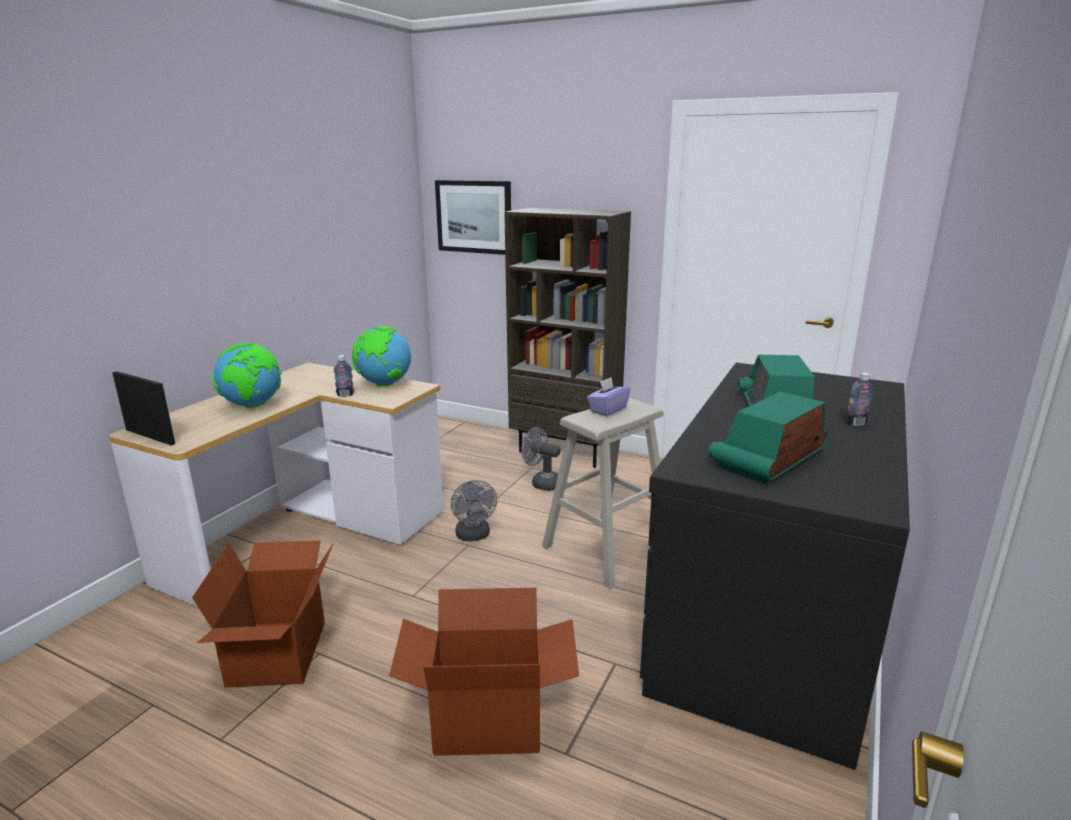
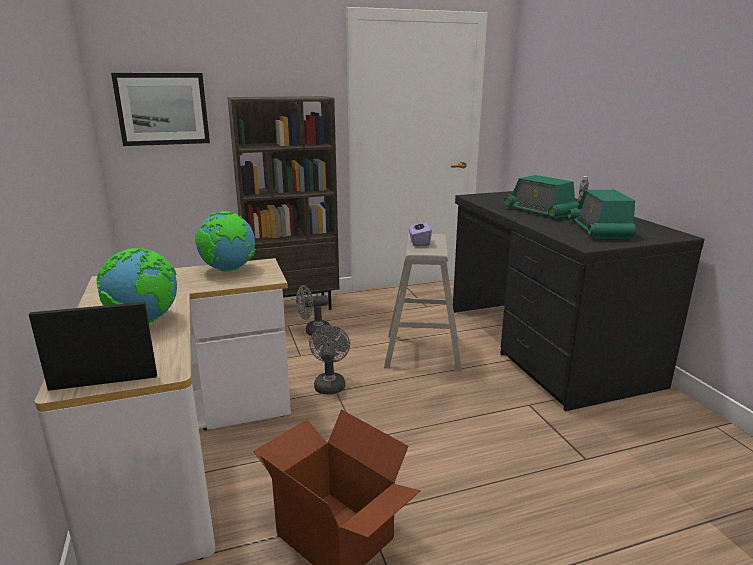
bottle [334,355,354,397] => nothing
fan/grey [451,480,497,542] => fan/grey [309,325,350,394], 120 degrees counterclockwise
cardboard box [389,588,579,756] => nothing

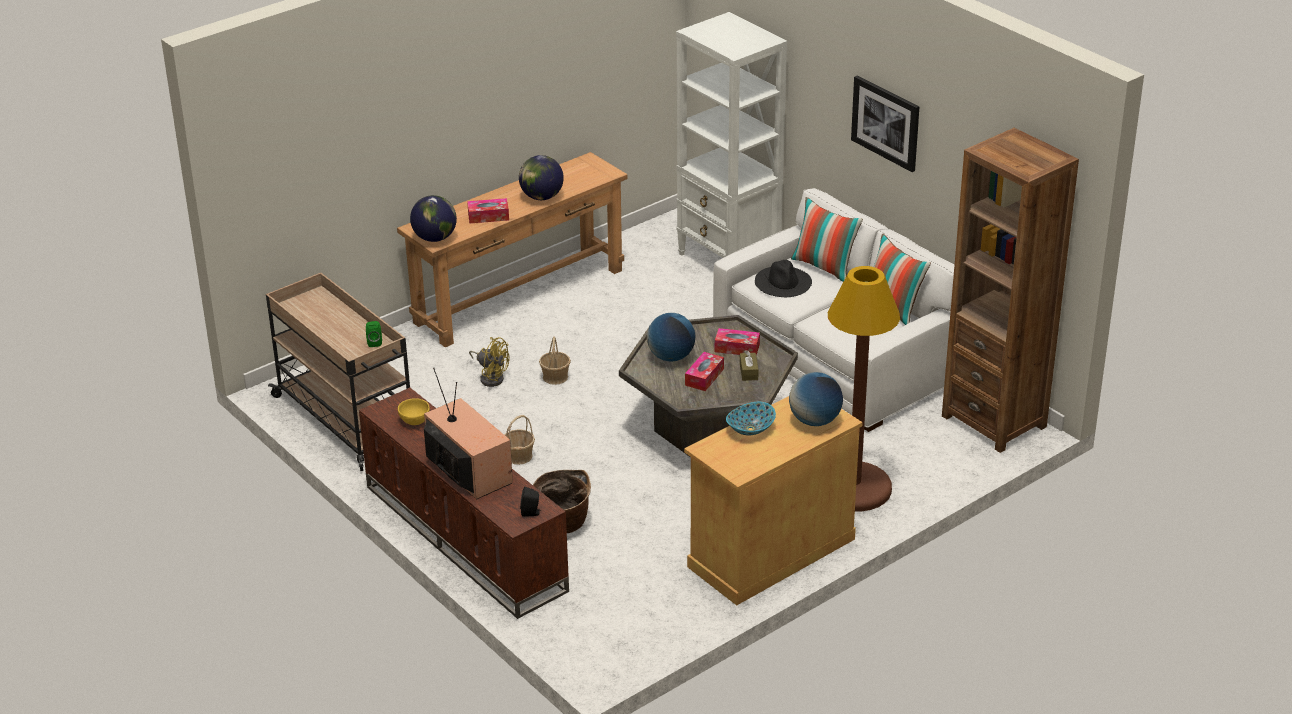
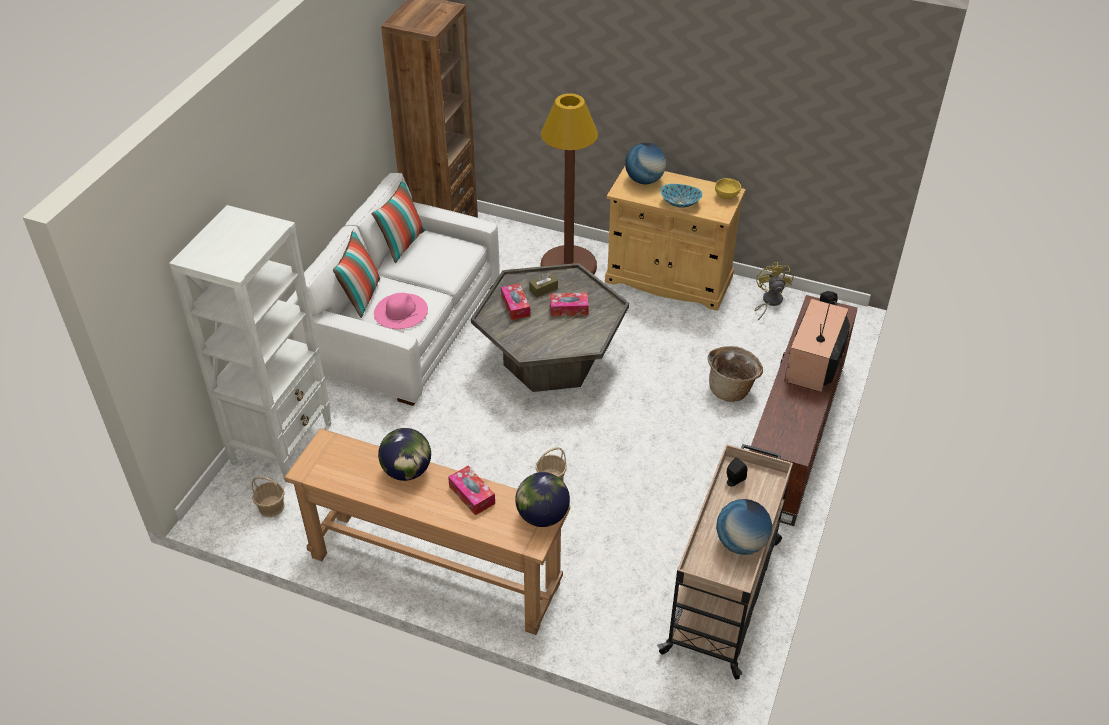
picture [851,76,919,172] => nothing
hat/black [755,260,812,297] => hat/pink [374,293,428,329]
globe [647,313,695,361] => globe [716,499,772,555], shifted
speaker/green [366,321,382,347] => speaker/black [727,457,747,487]
fan/yellow [469,337,510,387] => fan/yellow [754,262,793,320], shifted
bowl/yellow [398,398,430,425] => bowl/yellow [715,178,741,199], shifted
basket [505,415,535,465] => basket [252,476,285,517], shifted

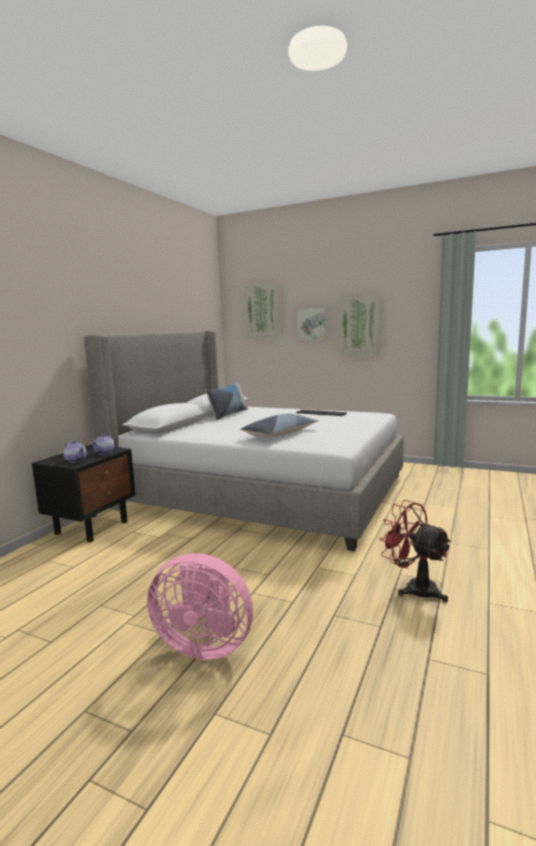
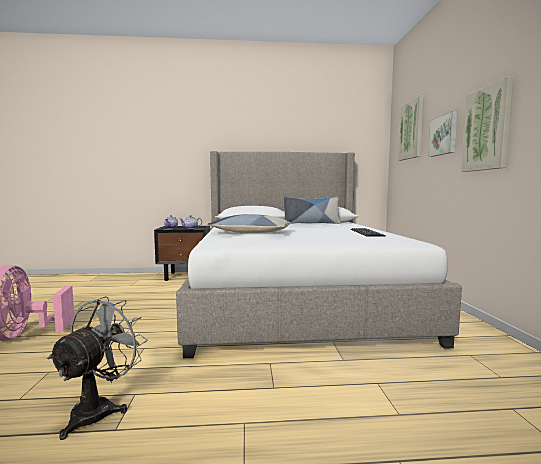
fan/red [379,500,452,602] => fan/grey [47,296,148,440]

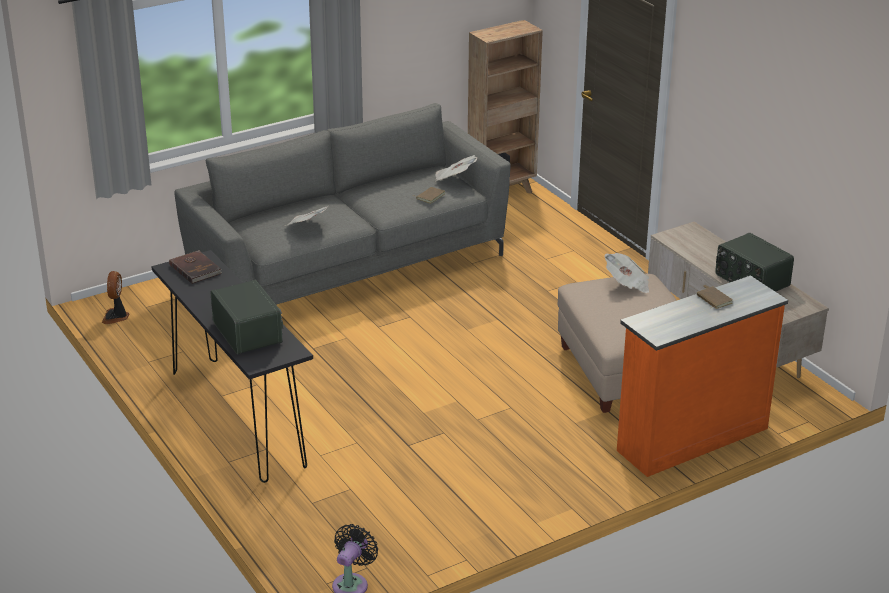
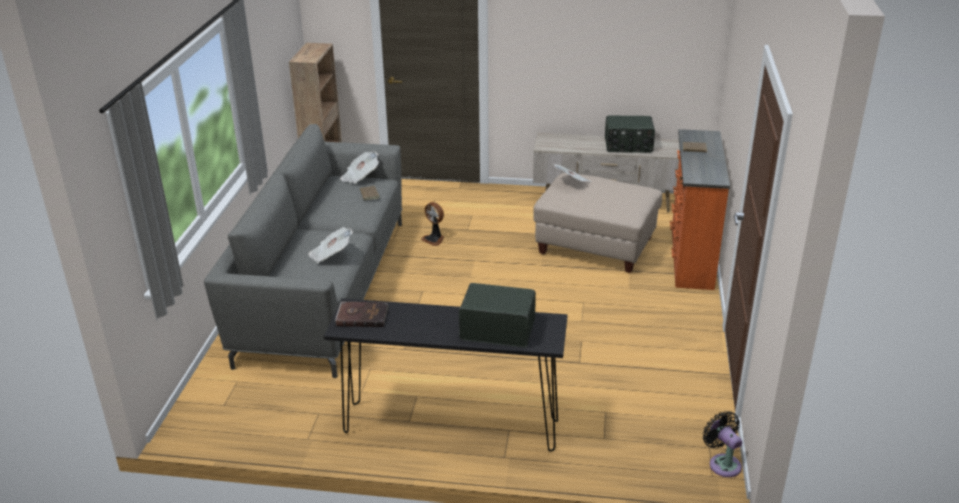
fan [102,271,129,324] => fan [421,202,444,246], shifted

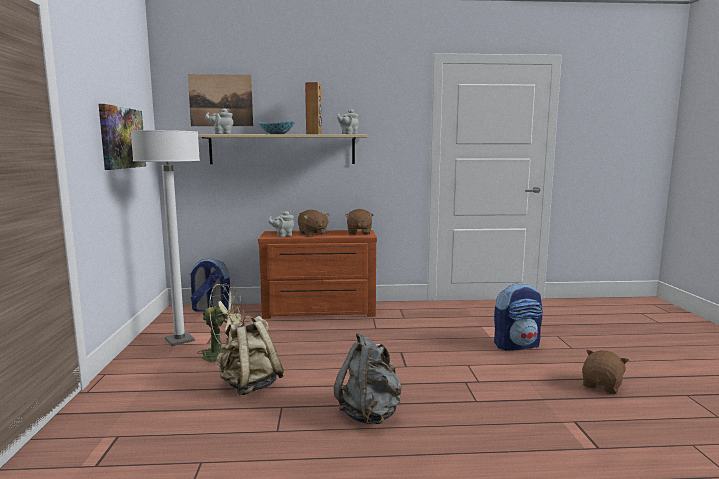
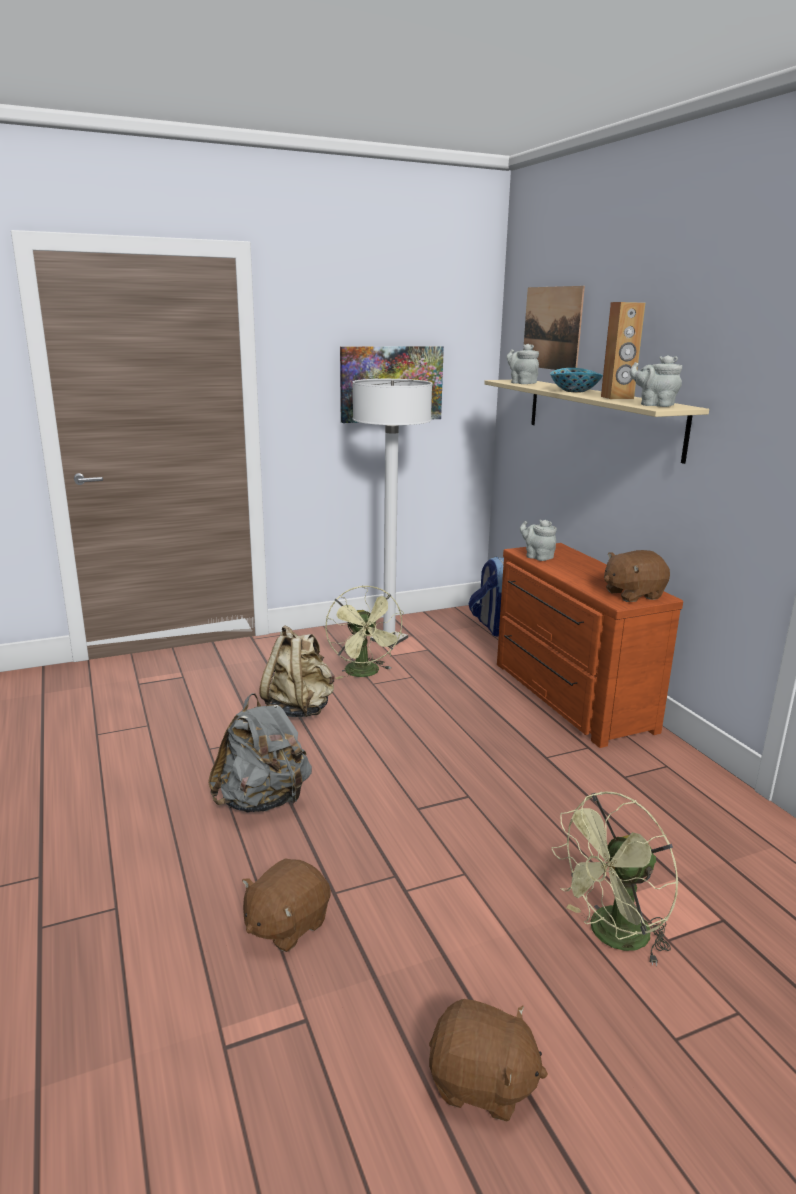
plush toy/brown [298,210,329,236] => plush toy/brown [242,858,331,952], shifted
backpack [494,283,543,351] => fan/green [552,791,679,966]

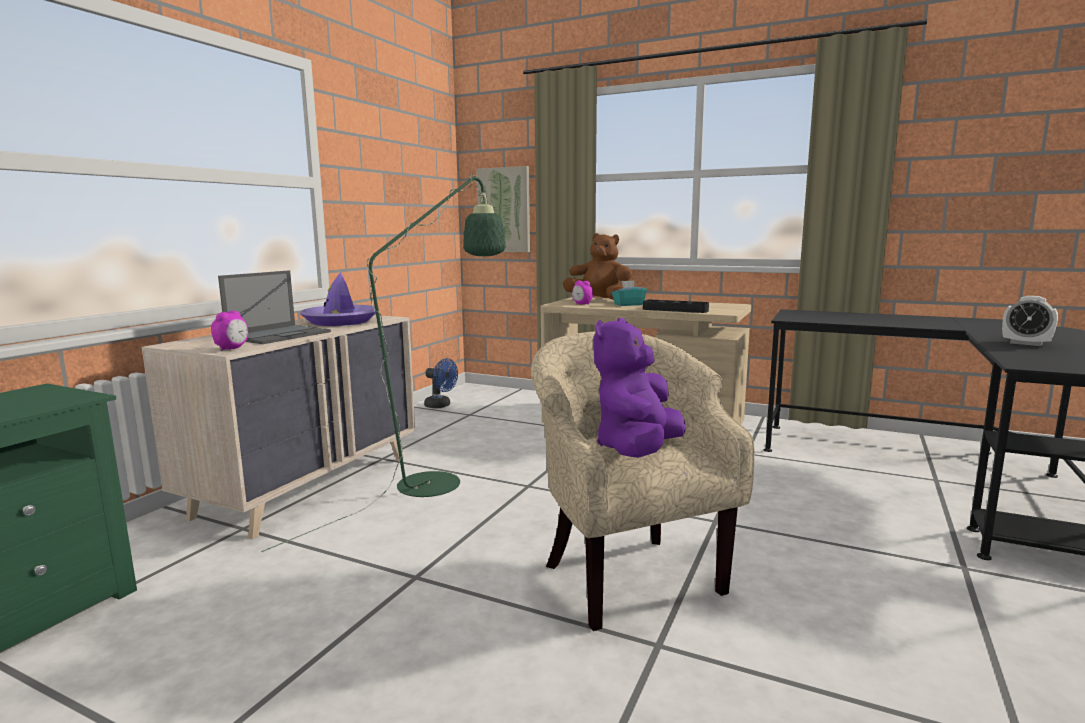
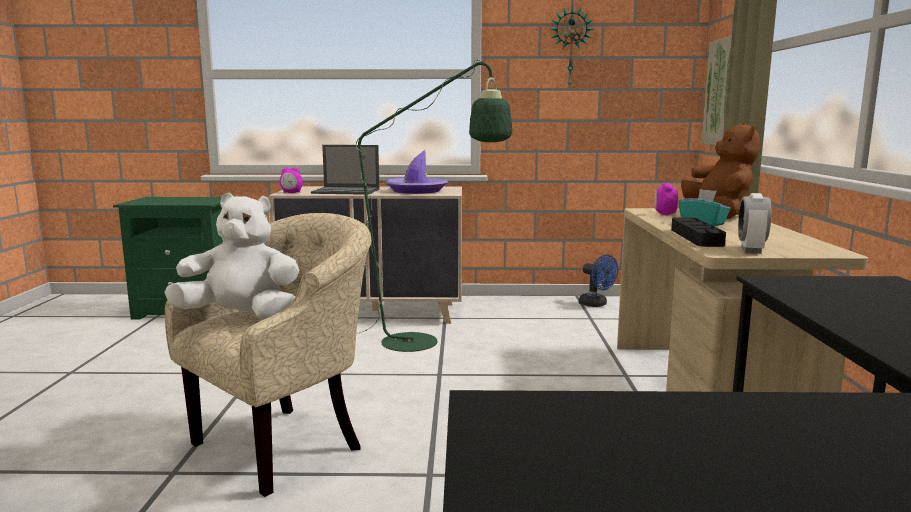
alarm clock [1002,296,1058,346] => alarm clock [738,193,772,254], shifted
plush toy/purple [593,318,686,458] => plush toy/white [164,193,299,320]
fan/blue [424,358,458,408] => fan/blue [579,255,618,307], 45 degrees counterclockwise
nothing => wall clock [551,7,593,88]

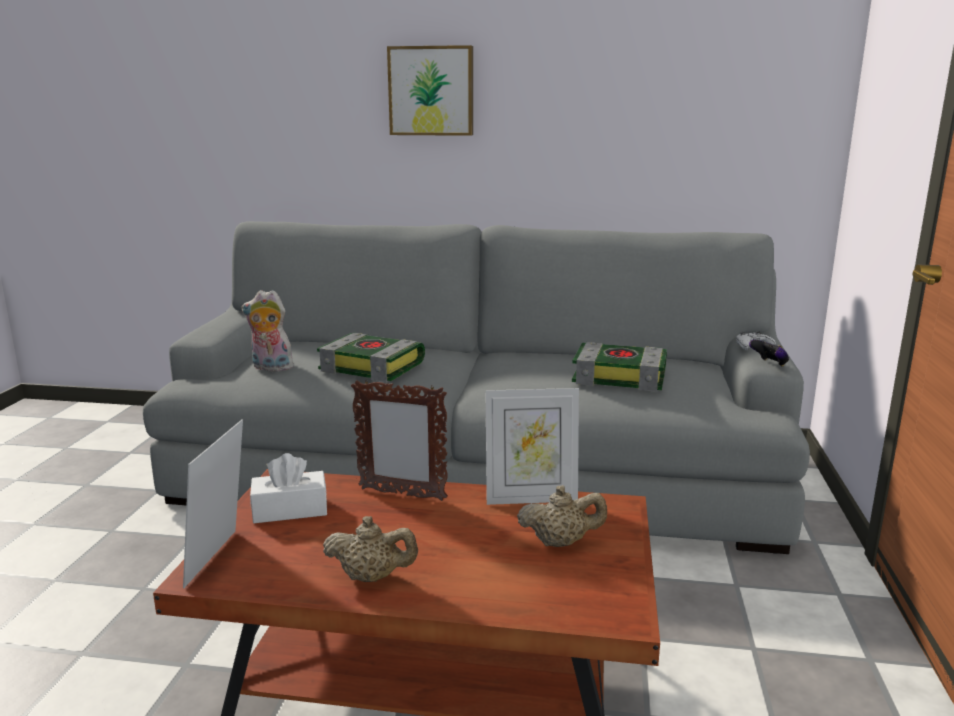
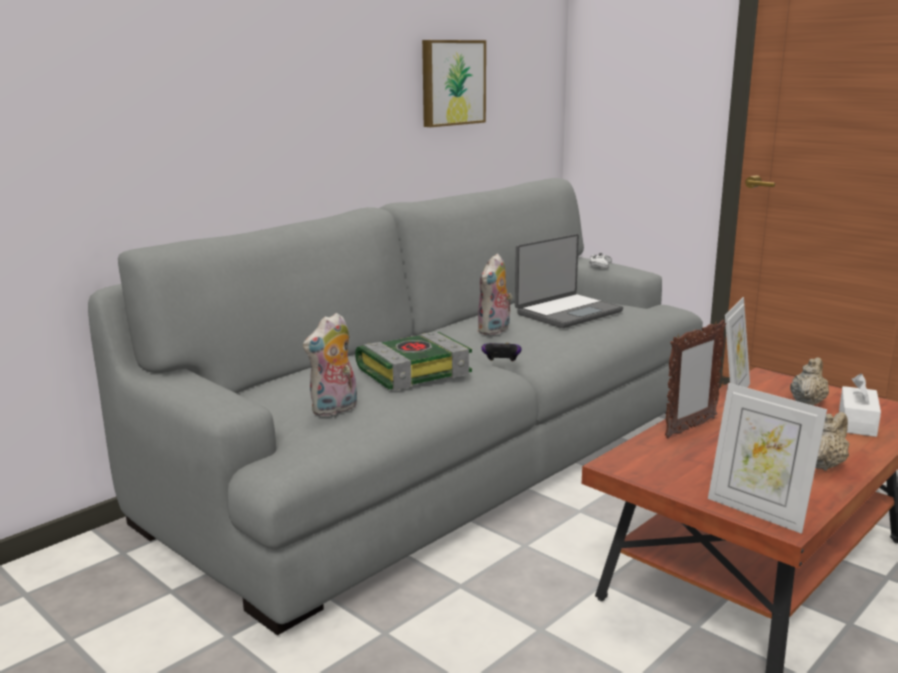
picture [387,45,473,136] => picture [422,40,486,127], shifted
game controller [749,340,789,367] => game controller [481,343,521,362], shifted
book [572,342,667,392] => laptop [515,234,623,328]
tissue box/white [250,453,327,523] => tissue box/white [839,374,881,437], shifted
nothing => plush toy [477,253,513,335]

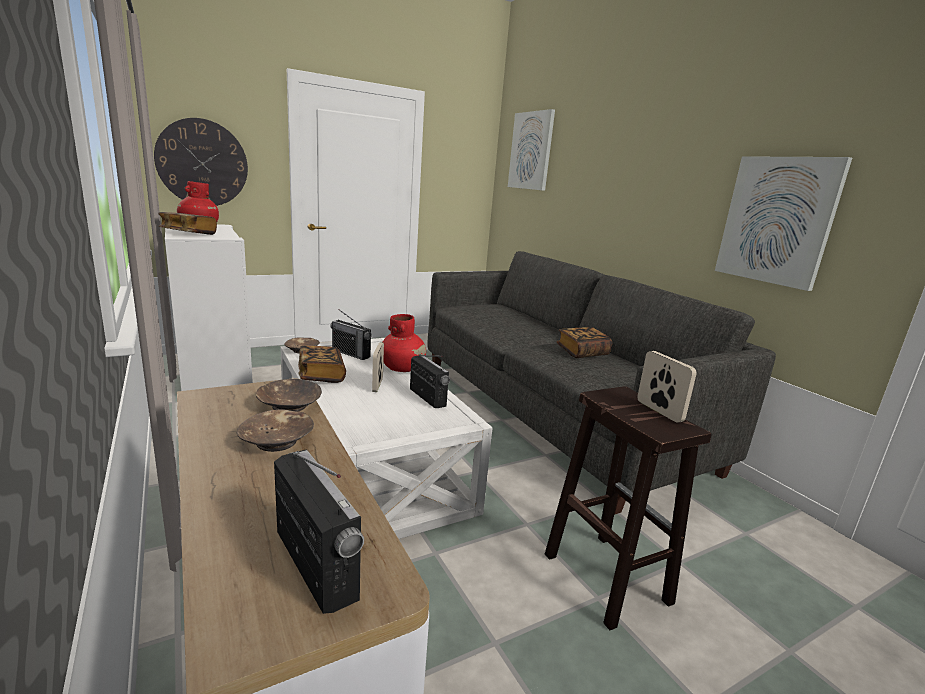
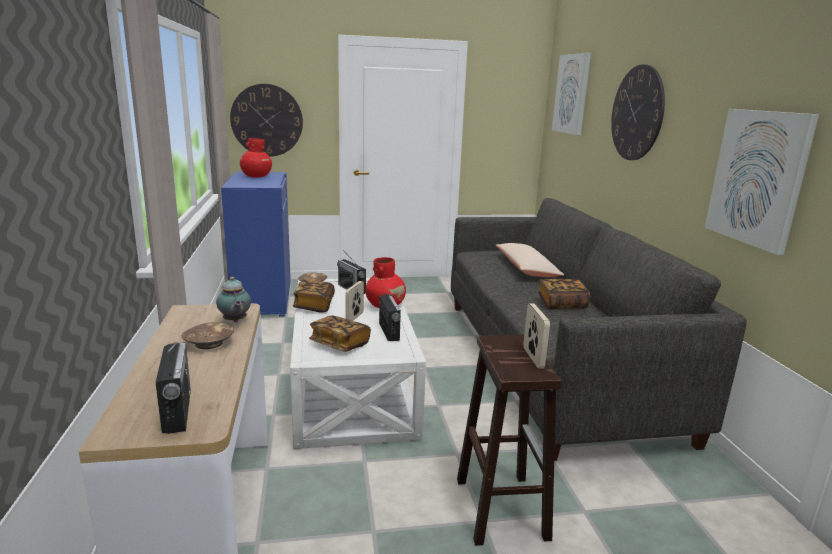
book [158,212,217,235] => book [309,315,371,352], shifted
cabinet/white [165,224,253,391] => cabinet/blue [221,172,291,317]
bowl/brown [255,379,322,411] => teapot [216,277,251,322]
nothing => wall clock [611,64,665,160]
nothing => pillow/beige [496,243,564,277]

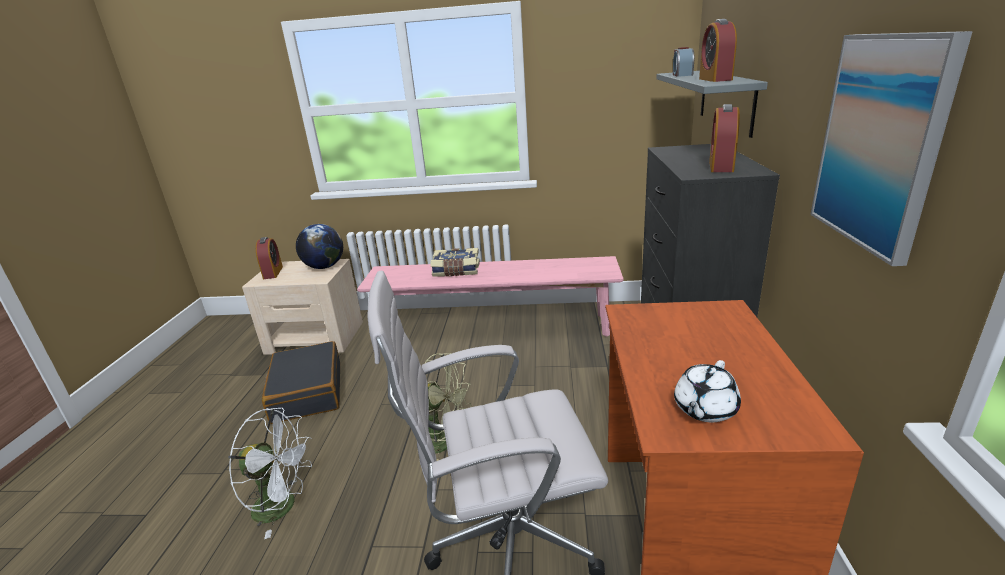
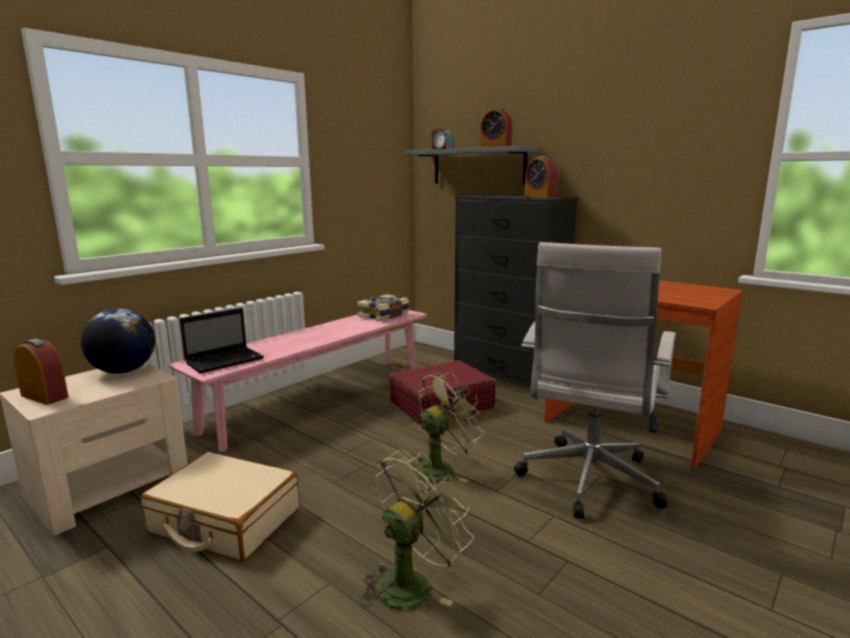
picture [810,31,973,266] => nothing
book [430,248,480,277] => book [357,294,409,321], shifted
suitcase/black [262,341,340,424] => suitcase/beige [141,452,299,562]
teapot/white [674,360,741,422] => nothing
fan/white [228,408,312,539] => fan/green [360,450,474,610]
nothing => laptop [180,308,264,373]
nothing => suitcase/red [389,360,496,425]

